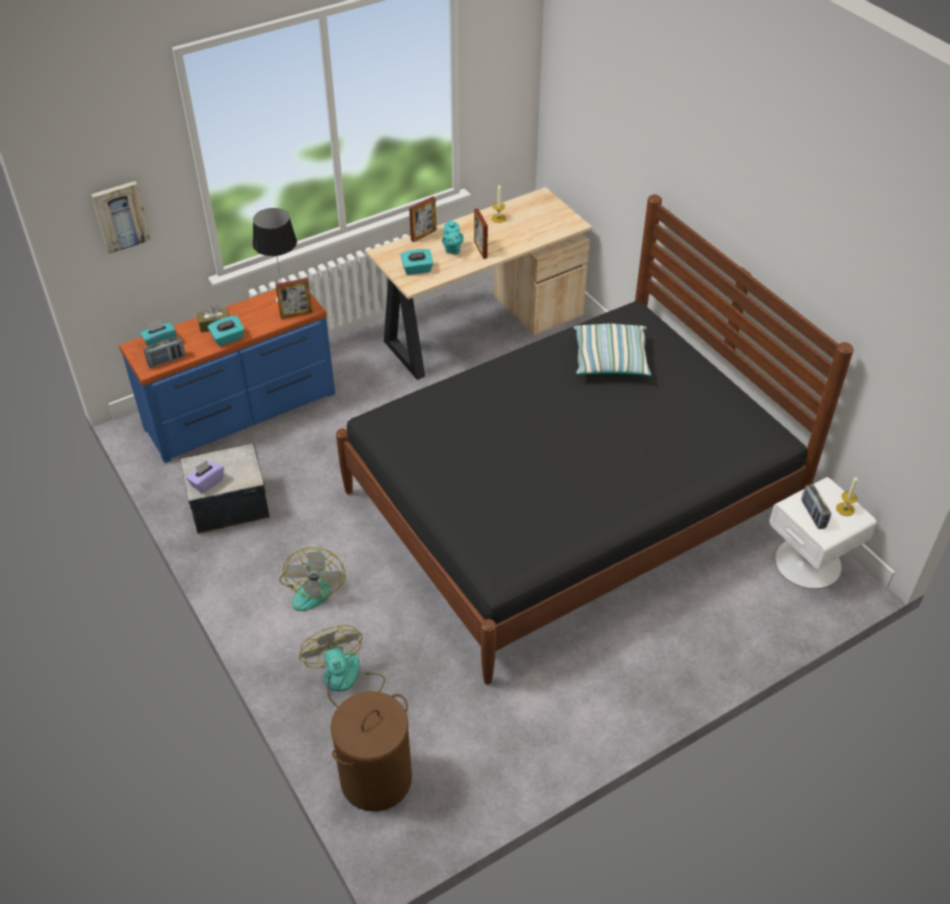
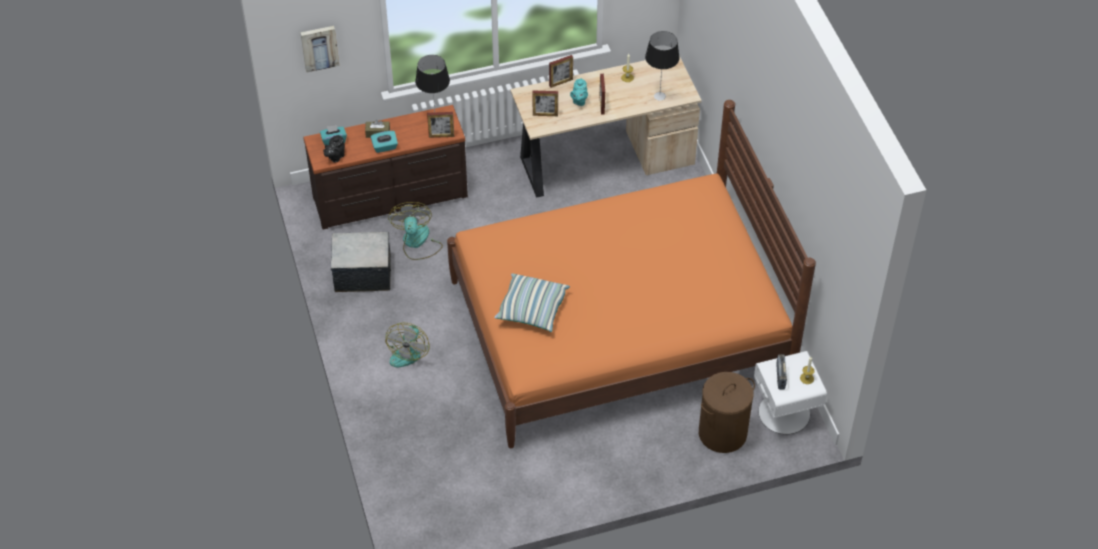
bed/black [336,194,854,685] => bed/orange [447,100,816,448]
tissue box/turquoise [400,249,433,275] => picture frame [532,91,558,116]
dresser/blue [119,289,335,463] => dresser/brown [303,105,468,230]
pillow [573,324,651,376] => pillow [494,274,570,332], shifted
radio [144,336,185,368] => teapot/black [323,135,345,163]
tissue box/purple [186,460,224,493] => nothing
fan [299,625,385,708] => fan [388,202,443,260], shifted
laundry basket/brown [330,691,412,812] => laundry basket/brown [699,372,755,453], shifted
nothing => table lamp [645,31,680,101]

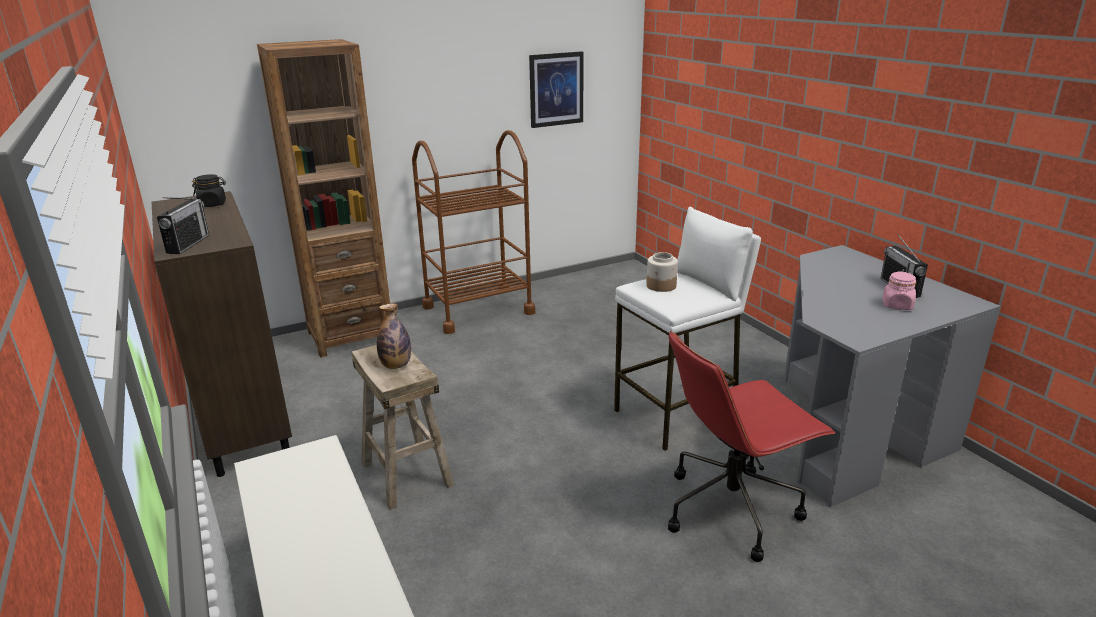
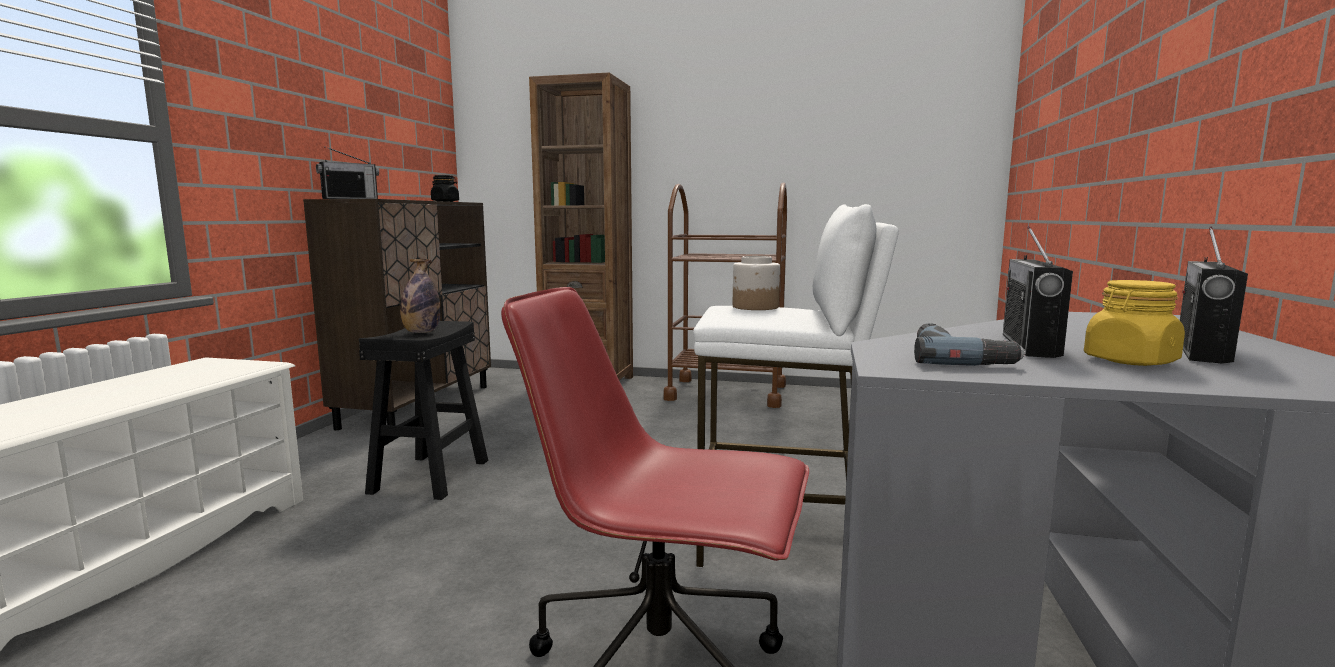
picture [529,51,584,128] => nothing
jar/pink [883,271,916,310] => jar/yellow [1084,280,1185,366]
stool/beige [352,345,455,510] => stool/black [359,321,488,500]
nothing => radio [1003,226,1073,358]
nothing => power drill [914,323,1026,366]

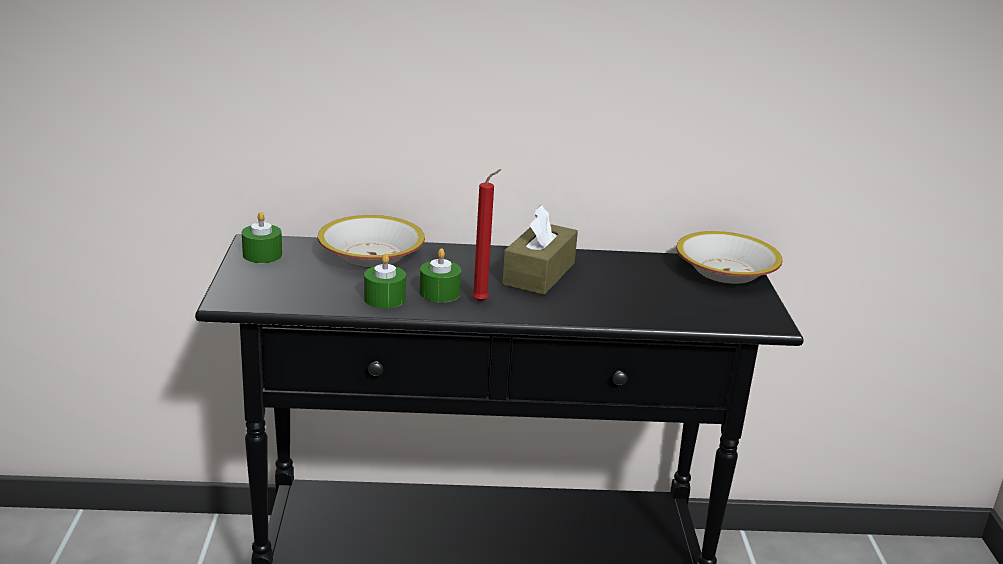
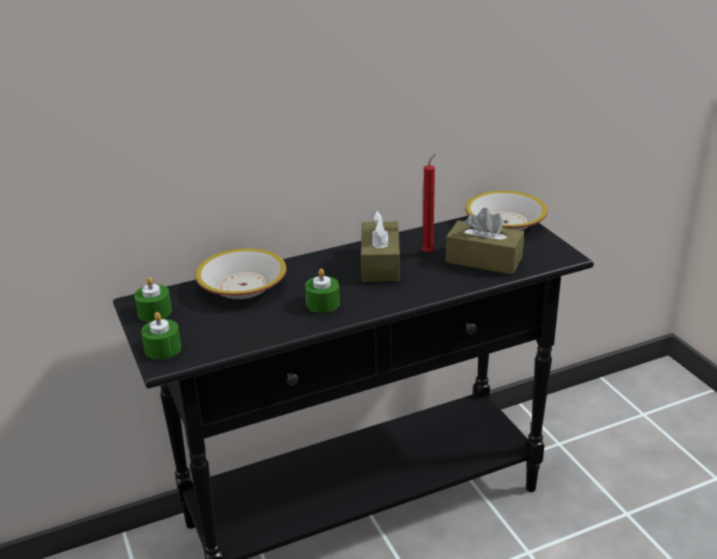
candle/red [472,169,501,302] => candle/red [422,153,436,253], shifted
candle/green [364,253,406,308] => candle/green [141,312,181,359], shifted
nothing => tissue box/brown [446,208,524,275]

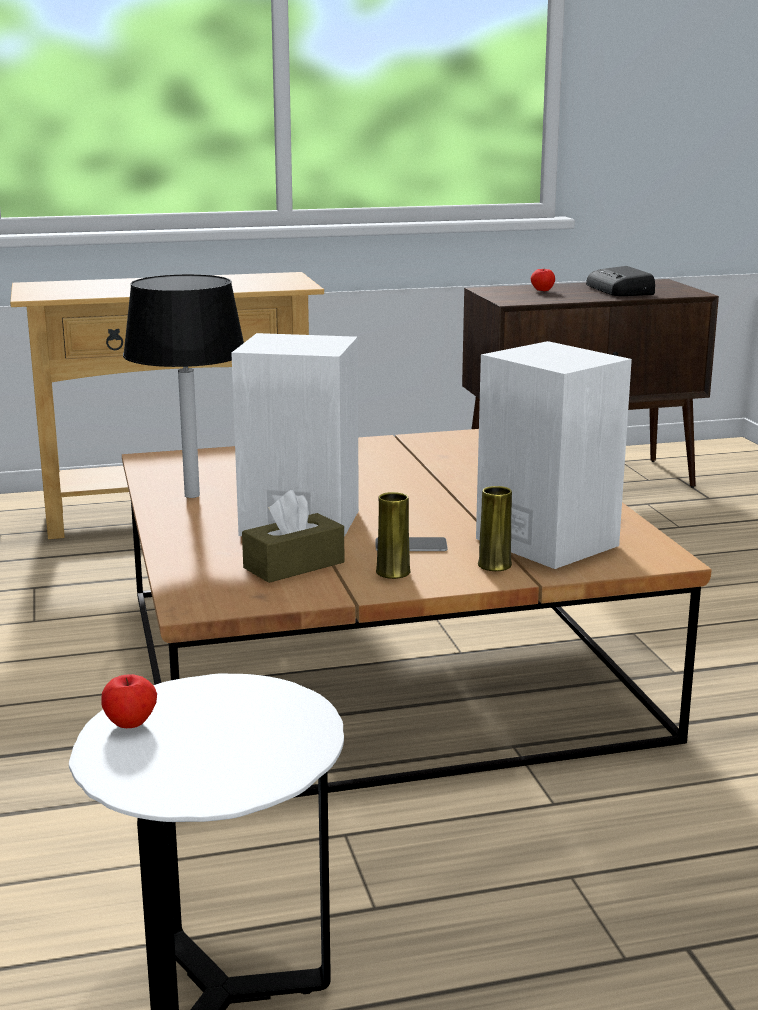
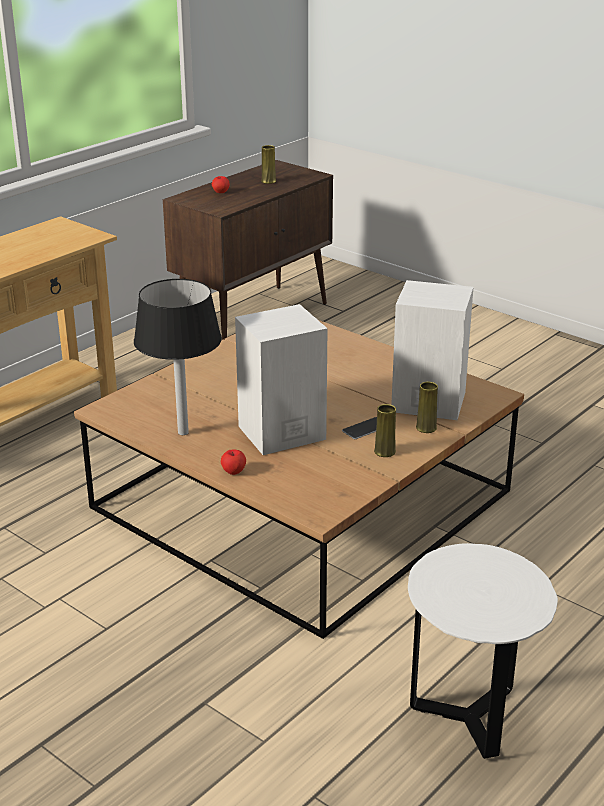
radio [586,266,655,296] => vase/yellow [261,145,276,184]
tissue box/brown [242,490,344,583] => nothing
apple [101,674,157,728] => apple [221,449,246,475], shifted

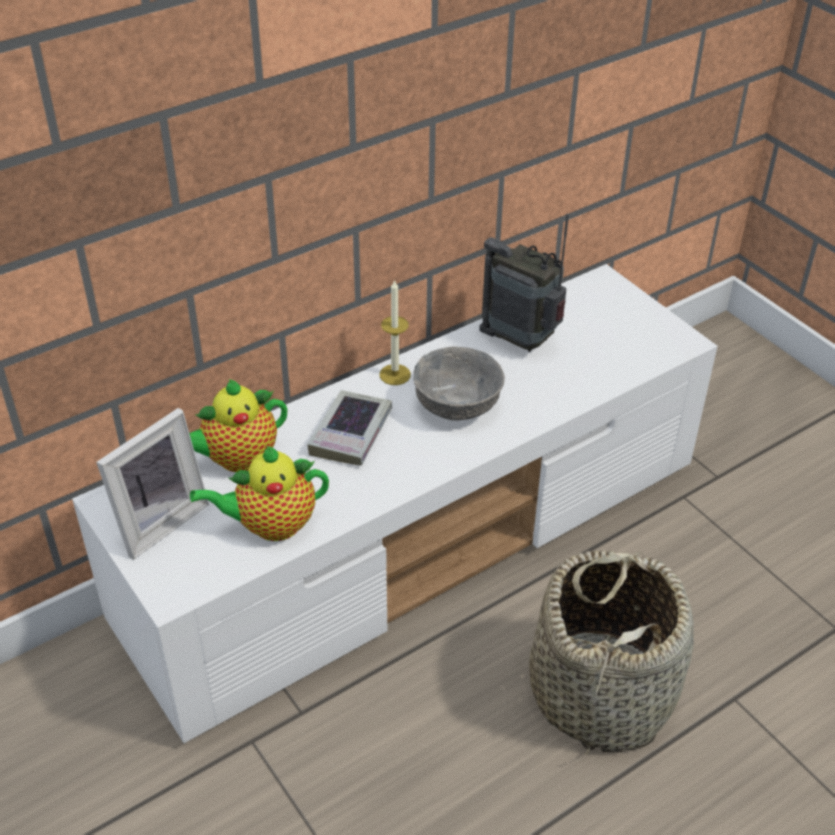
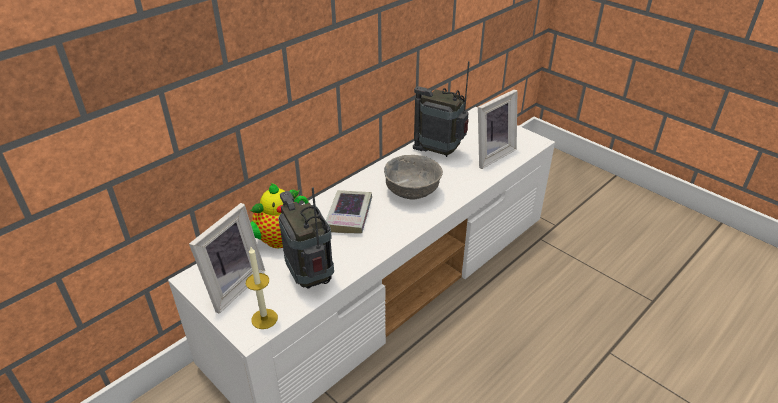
candle [380,279,411,385] => candle [246,247,278,329], shifted
teapot [190,446,329,541] => radio [278,187,334,288]
basket [529,551,694,755] => nothing
nothing => picture frame [478,89,517,169]

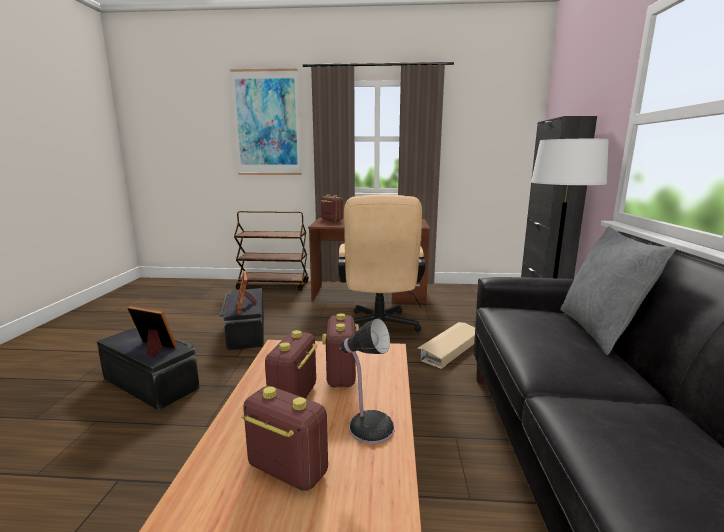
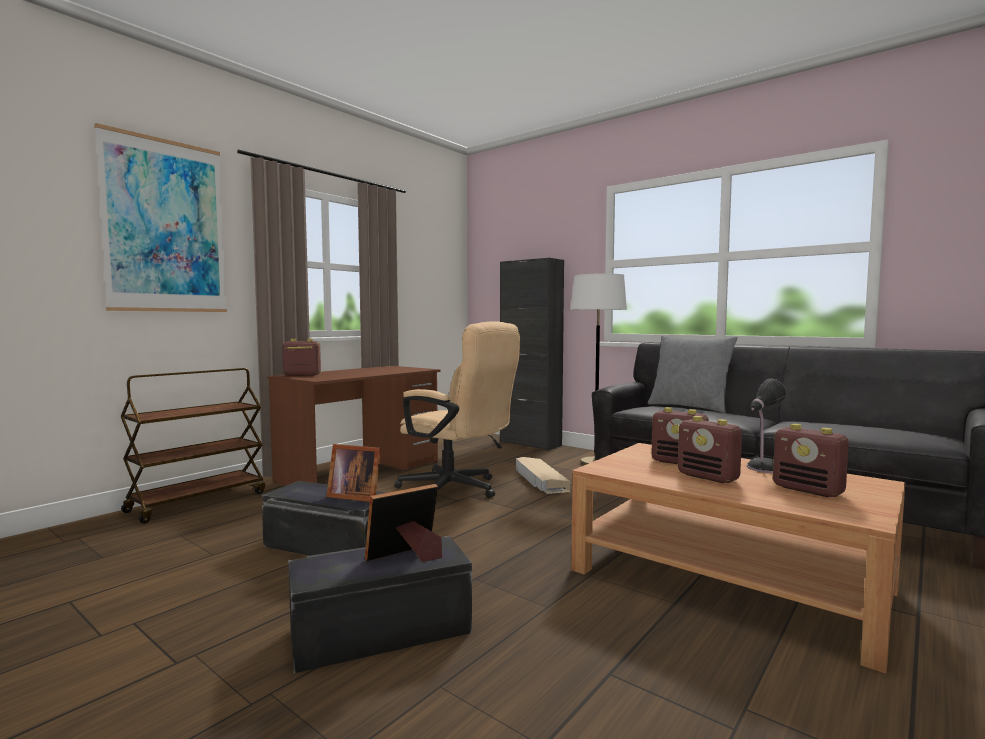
radio [241,386,328,491] => radio [773,424,849,497], 105 degrees counterclockwise

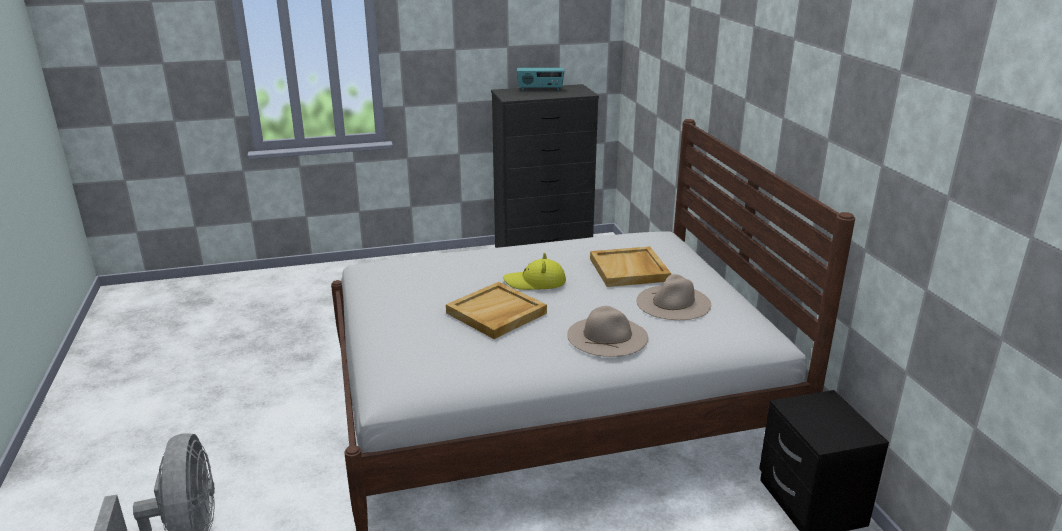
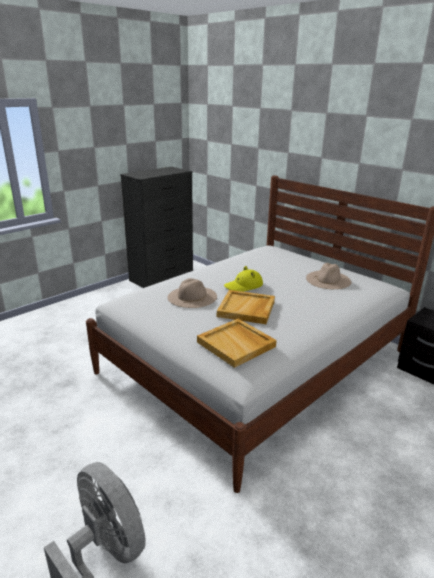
radio [517,68,564,91] => nothing
tray/beige [590,247,671,287] => tray/beige [197,319,277,368], shifted
hat/beige [567,306,648,357] => hat/beige [167,278,217,308], shifted

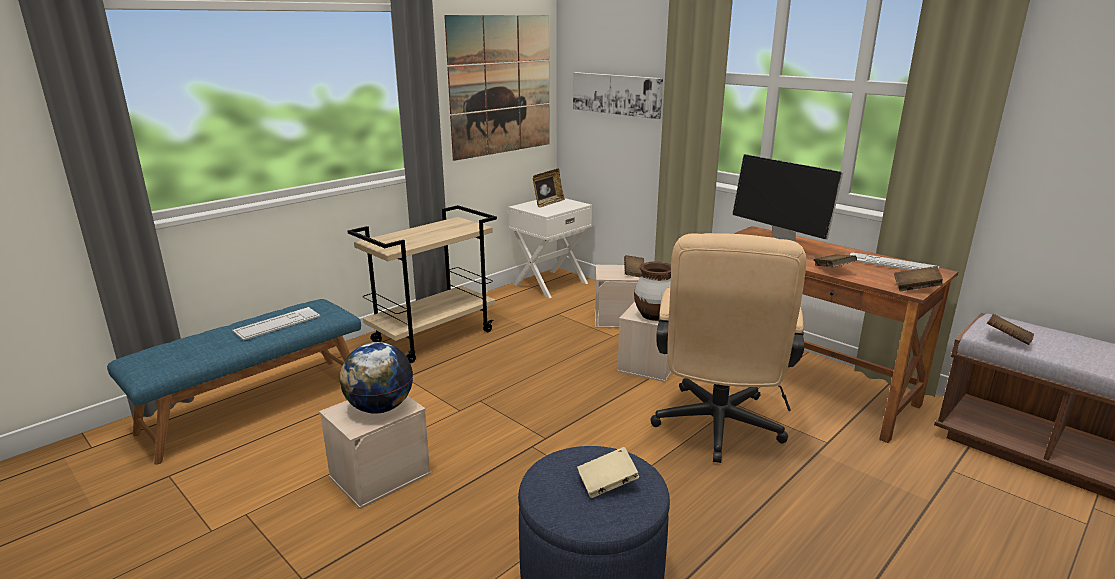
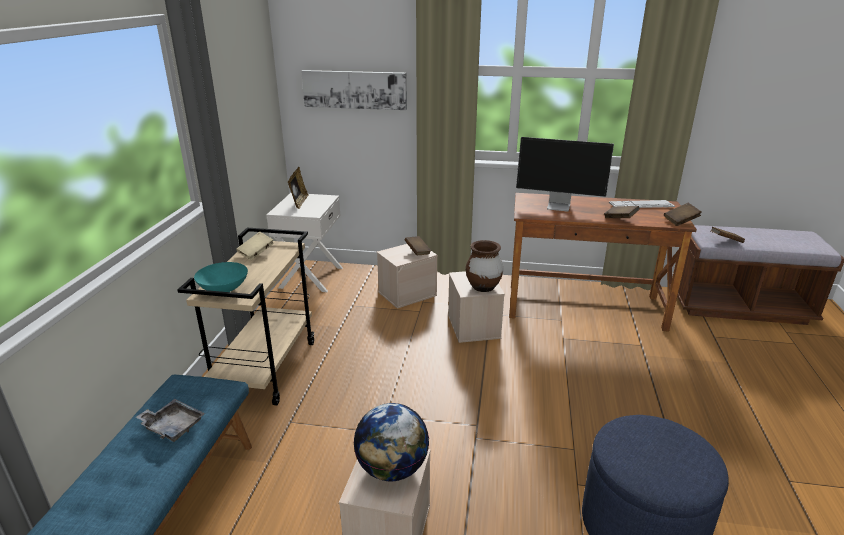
picture [444,15,550,161] => nothing
office chair/beige [650,233,807,463] => nothing
keyboard [232,307,320,341] => tray/grey [136,399,205,442]
book/beige [577,447,639,498] => book/beige [236,232,274,260], shifted
nothing => bowl/turquoise [194,262,248,292]

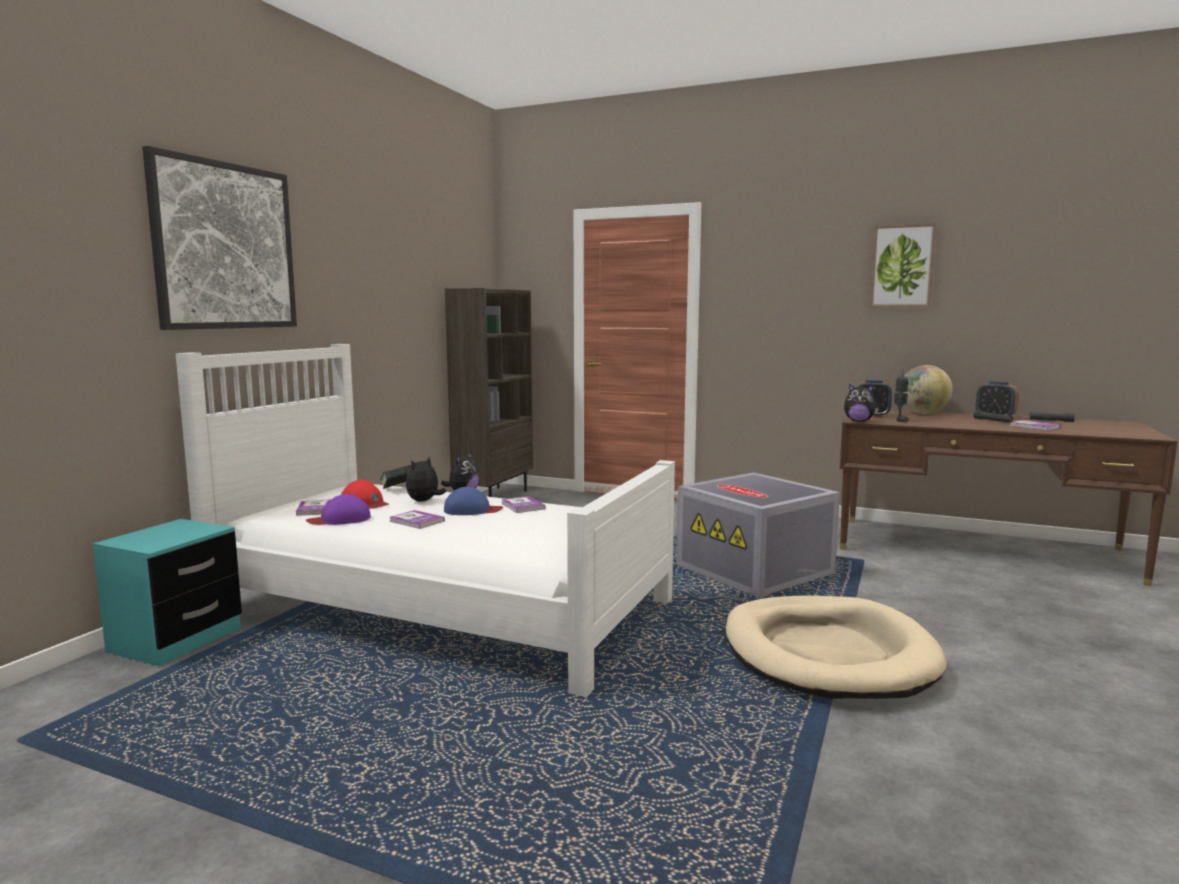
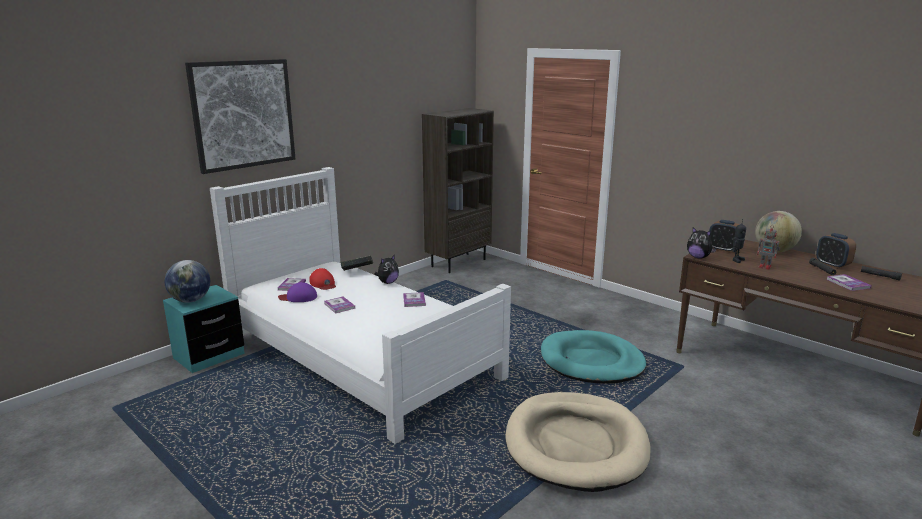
picture [869,223,937,307] => nothing
plush toy [406,456,446,502] => nothing
storage box/grey [676,473,840,597] => dog bed/turquoise [541,330,646,384]
cap/blue [444,487,503,515] => nothing
nothing => toy robot [757,225,780,270]
nothing => globe [165,260,210,303]

